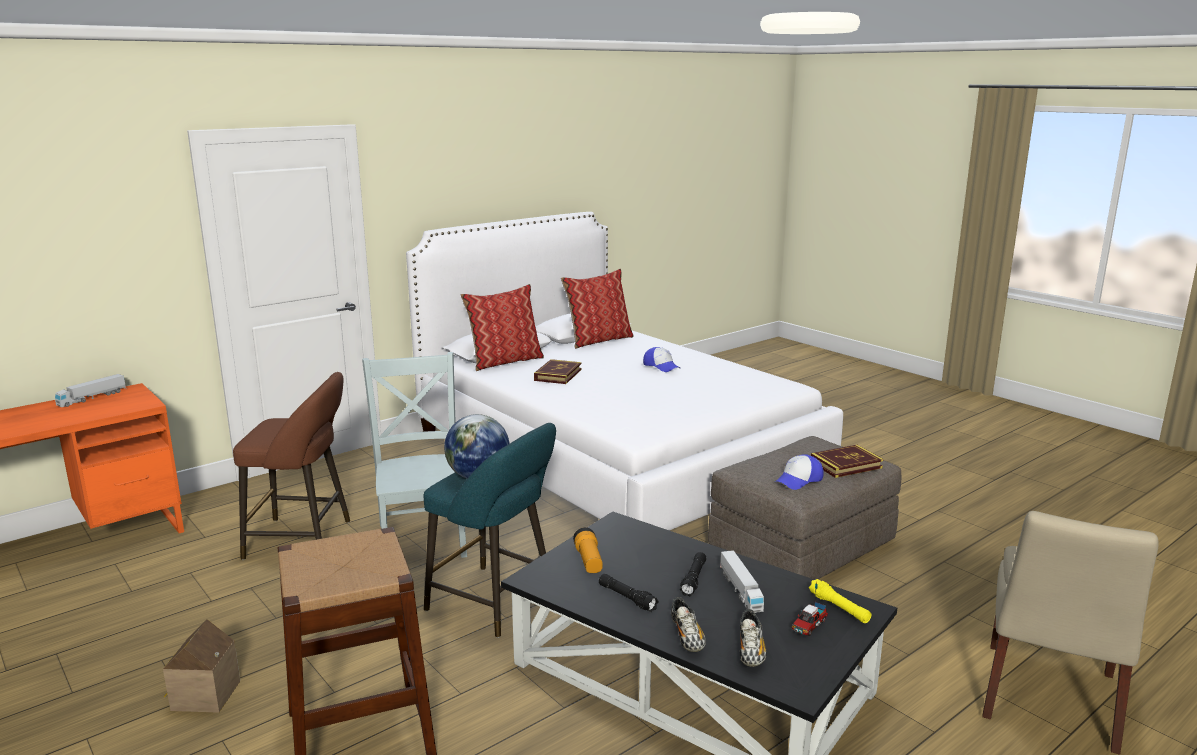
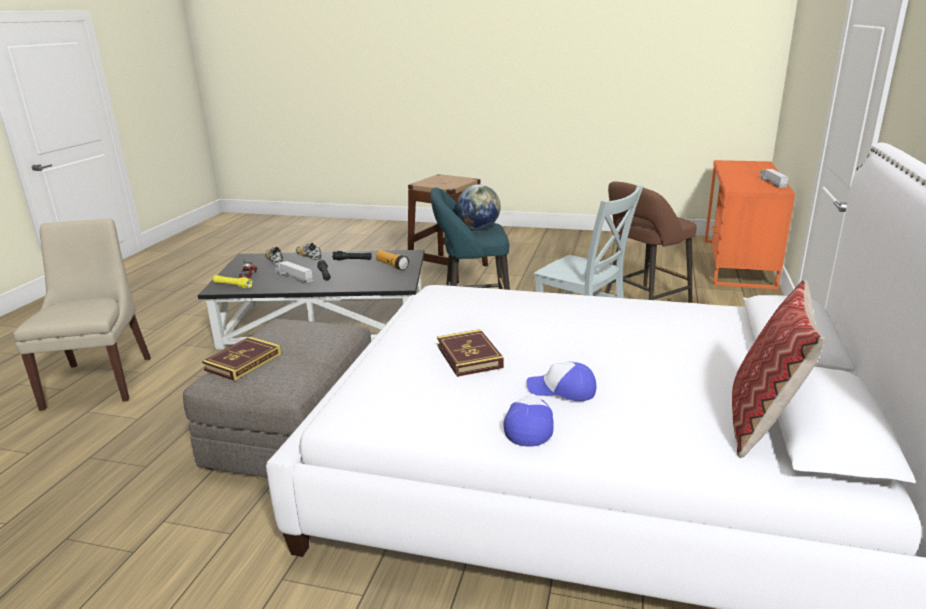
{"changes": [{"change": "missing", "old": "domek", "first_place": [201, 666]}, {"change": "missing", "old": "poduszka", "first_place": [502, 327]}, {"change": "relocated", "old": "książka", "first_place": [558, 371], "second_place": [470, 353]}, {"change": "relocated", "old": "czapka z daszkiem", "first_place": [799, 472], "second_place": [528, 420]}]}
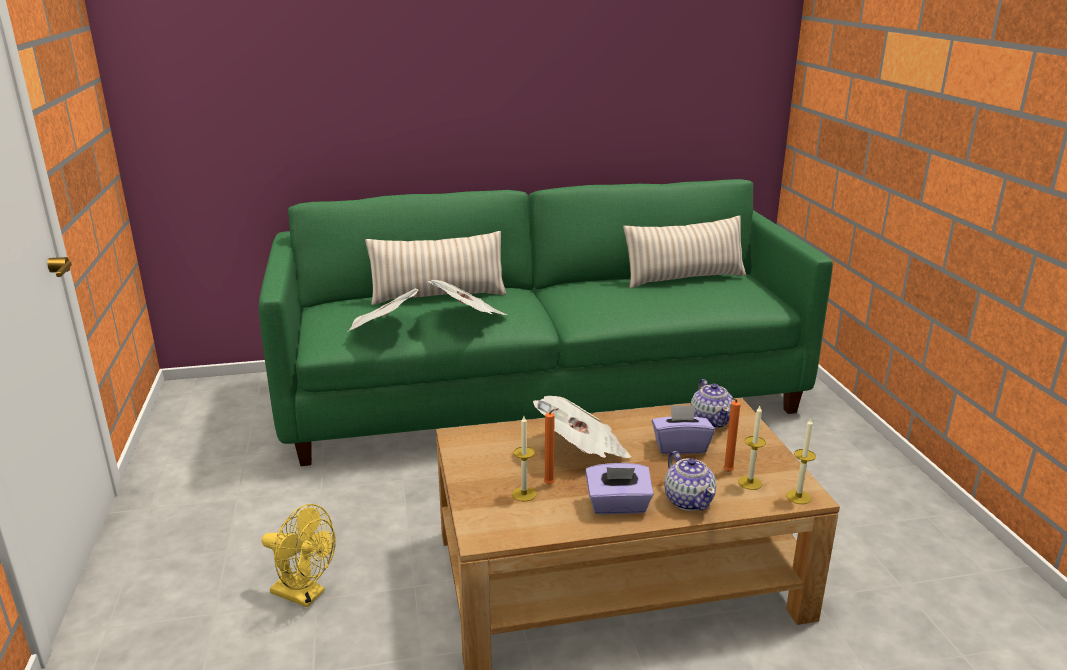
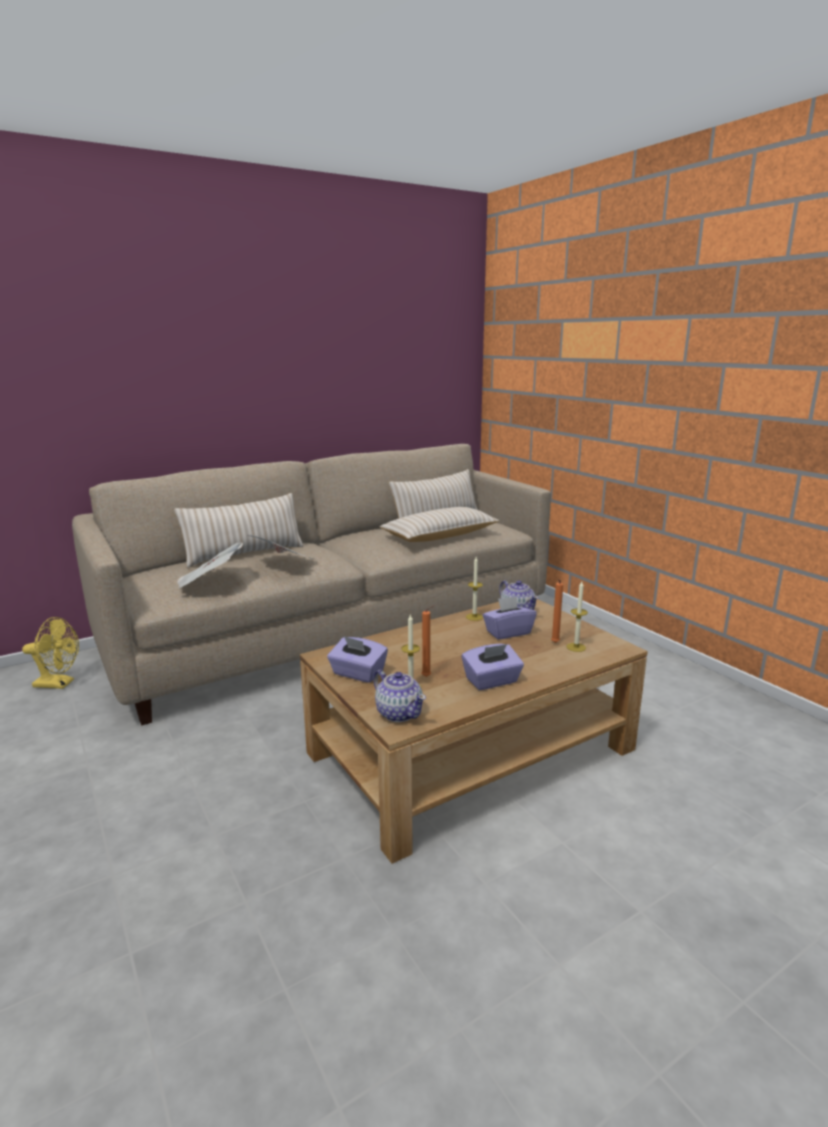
{"changes": [{"change": "missing", "old": "gazeta", "first_place": [582, 427]}, {"change": "appeared", "new": "pudełko chusteczek/fioletowy", "second_place": [357, 659]}, {"change": "appeared", "new": "poduszka/beżowy", "second_place": [439, 524]}, {"change": "relocated", "old": "wentylator/żółty", "first_place": [299, 555], "second_place": [50, 653]}, {"change": "relocated", "old": "imbryk", "first_place": [690, 481], "second_place": [399, 696]}, {"change": "relocated", "old": "świeca", "first_place": [801, 461], "second_place": [474, 589]}, {"change": "colour", "old": "kanapa/zielony", "new": "kanapa/beżowy", "first_place": [546, 322], "second_place": [311, 585]}]}
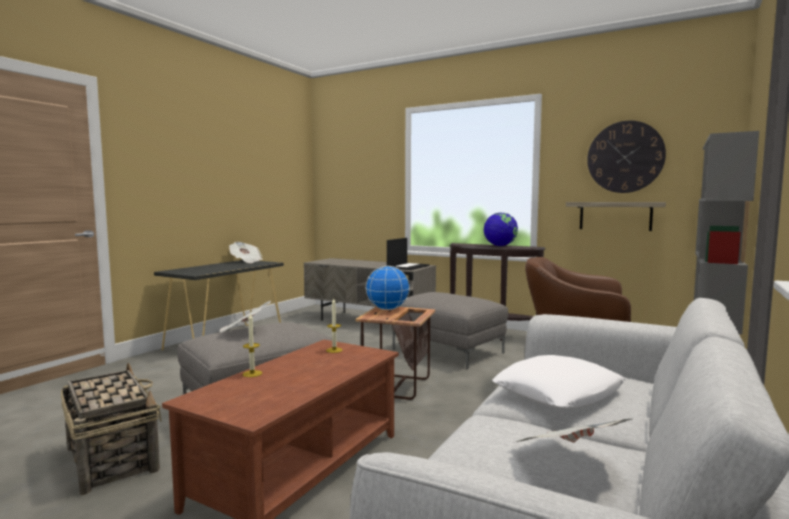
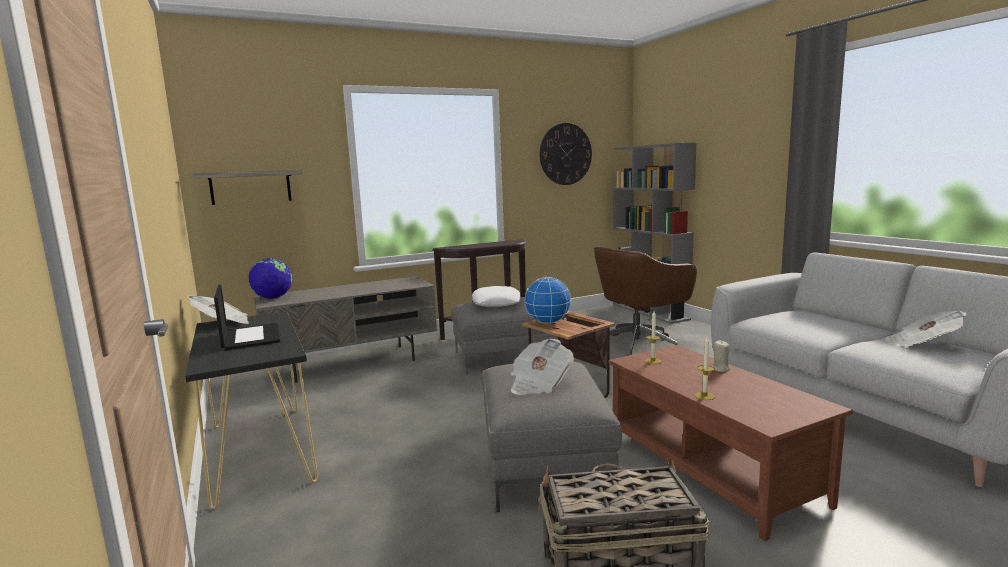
{"changes": [{"change": "appeared", "new": "świeca/beżowy", "second_place": [721, 356]}, {"change": "relocated", "old": "laptop", "first_place": [408, 254], "second_place": [247, 317]}, {"change": "relocated", "old": "globus", "first_place": [501, 229], "second_place": [270, 278]}, {"change": "relocated", "old": "poduszka/biały", "first_place": [559, 382], "second_place": [496, 296]}, {"change": "relocated", "old": "półka", "first_place": [616, 216], "second_place": [248, 187]}]}
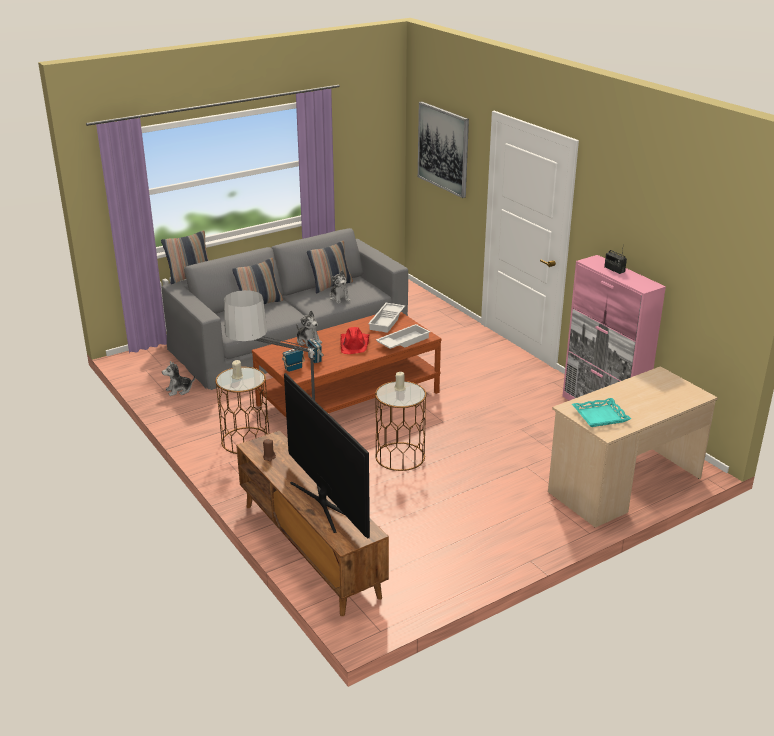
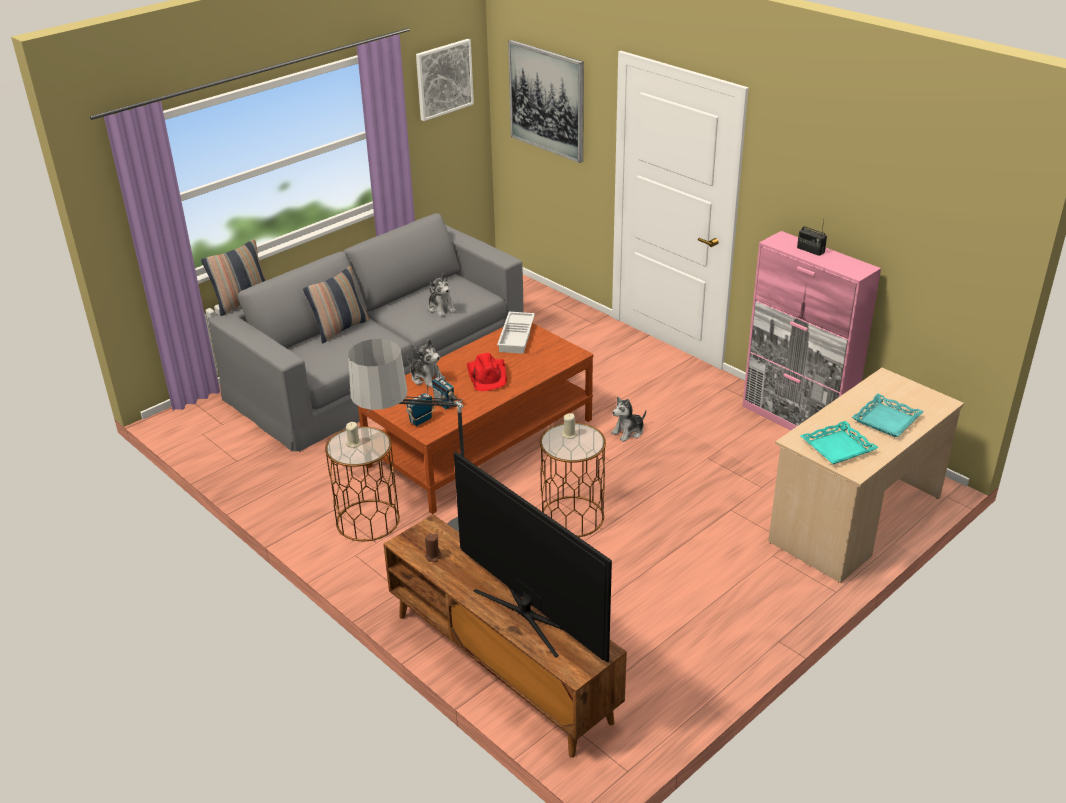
{"changes": [{"change": "missing", "old": "poduszka", "first_place": [330, 267]}, {"change": "missing", "old": "taca/biały", "first_place": [403, 336]}, {"change": "appeared", "new": "obraz", "second_place": [445, 80]}, {"change": "appeared", "new": "taca/turkusowy", "second_place": [888, 415]}, {"change": "relocated", "old": "pluszak", "first_place": [178, 378], "second_place": [628, 419]}]}
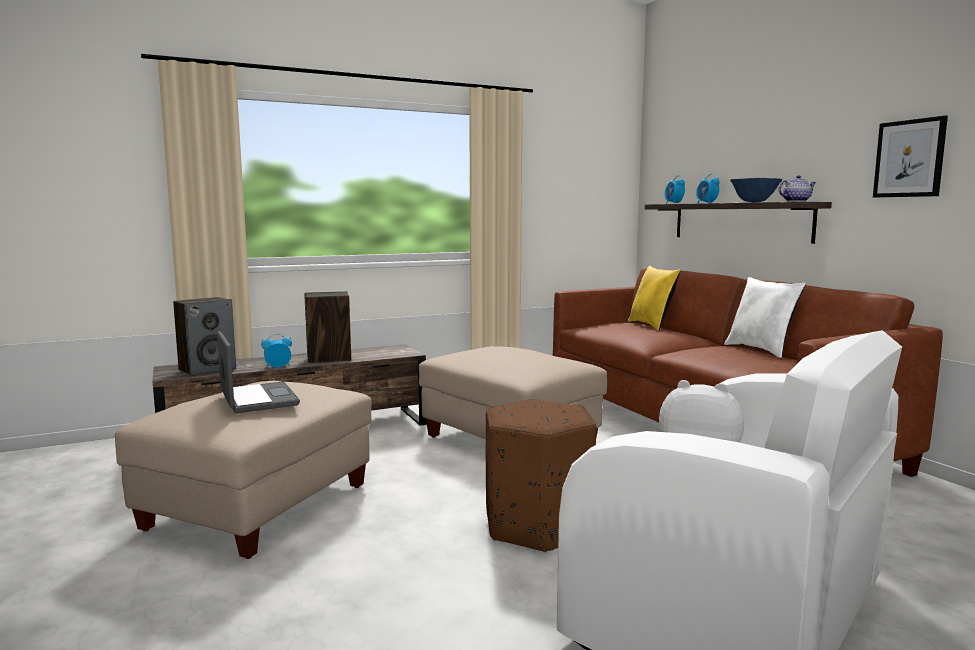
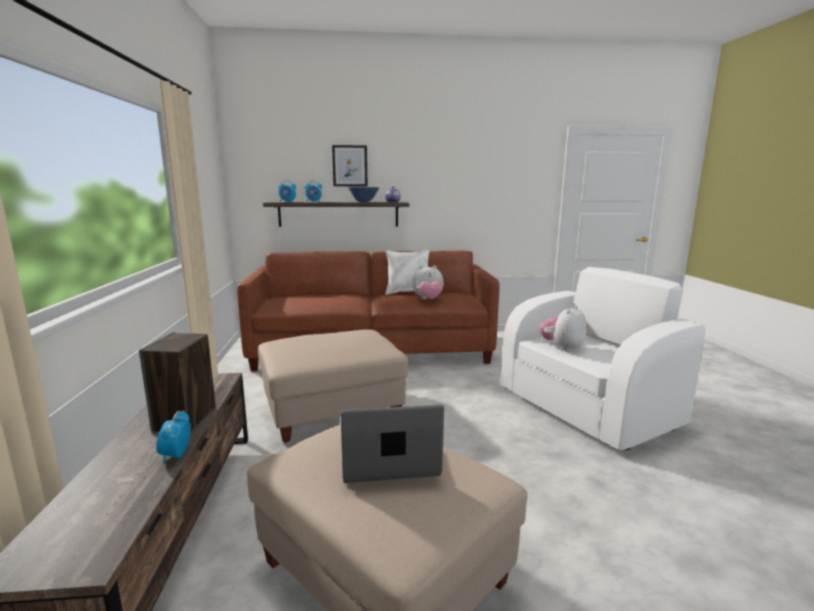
{"changes": [{"change": "missing", "old": "głośnik", "first_place": [204, 336]}, {"change": "missing", "old": "pufa/brązowy", "first_place": [541, 476]}, {"change": "missing", "old": "poduszka/żółty", "first_place": [654, 298]}, {"change": "appeared", "new": "pluszak", "second_place": [428, 282]}, {"change": "relocated", "old": "obraz", "first_place": [910, 157], "second_place": [350, 165]}]}
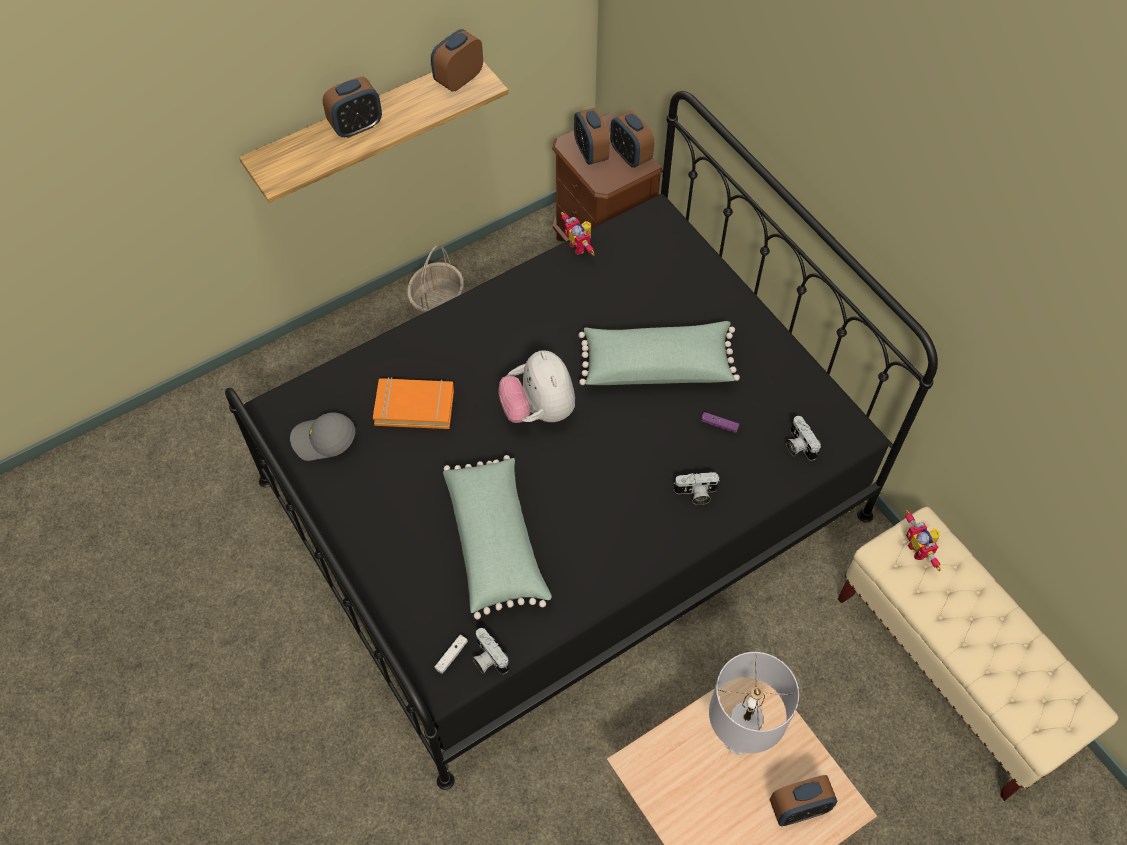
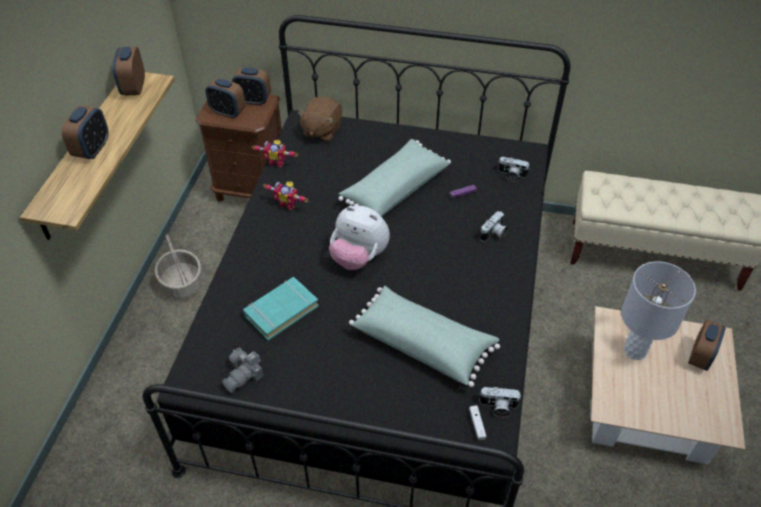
{"changes": [{"change": "appeared", "new": "pluszak/brązowy", "second_place": [320, 119]}, {"change": "relocated", "old": "robot zabawkowy", "first_place": [923, 541], "second_place": [285, 196]}, {"change": "exchanged", "old": "czapka z daszkiem/szary", "new": "aparat fotograficzny", "first_place": [322, 436], "second_place": [243, 370]}, {"change": "colour", "old": "książka/pomarańczowy", "new": "książka/turkusowy", "first_place": [413, 403], "second_place": [281, 309]}]}
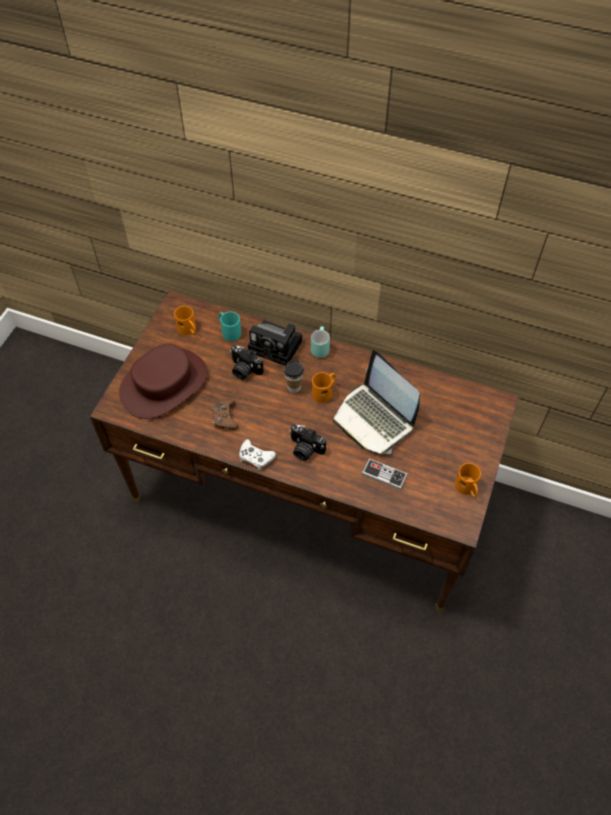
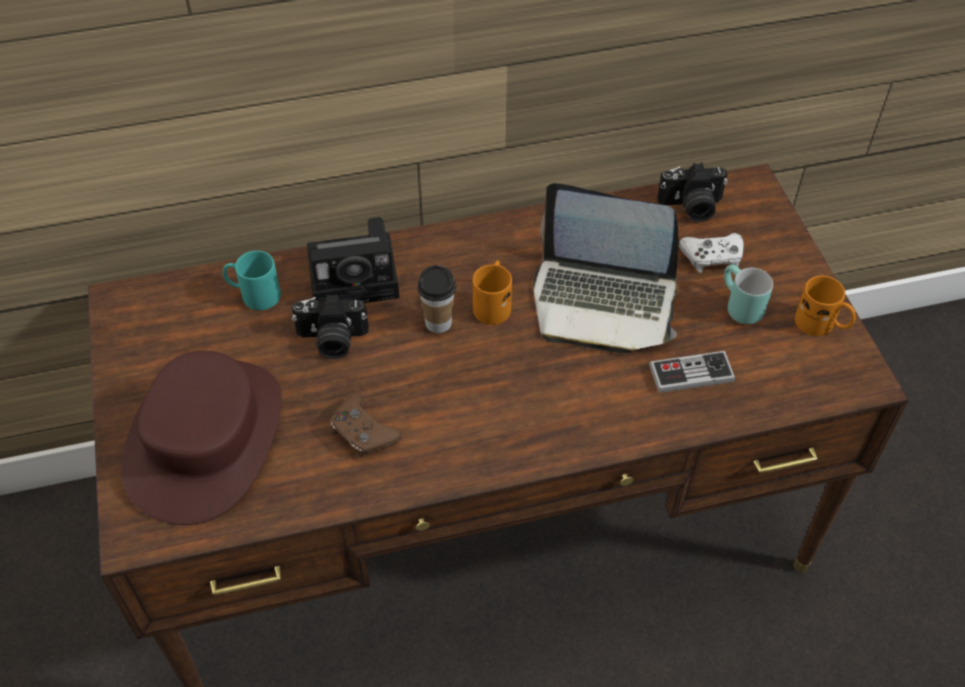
{"changes": [{"change": "missing", "old": "kubek/pomarańczowy", "first_place": [185, 320]}, {"change": "relocated", "old": "pad do gier/biały", "first_place": [257, 454], "second_place": [711, 253]}, {"change": "relocated", "old": "aparat fotograficzny", "first_place": [307, 442], "second_place": [692, 192]}, {"change": "relocated", "old": "kubek/turkusowy", "first_place": [320, 342], "second_place": [748, 295]}]}
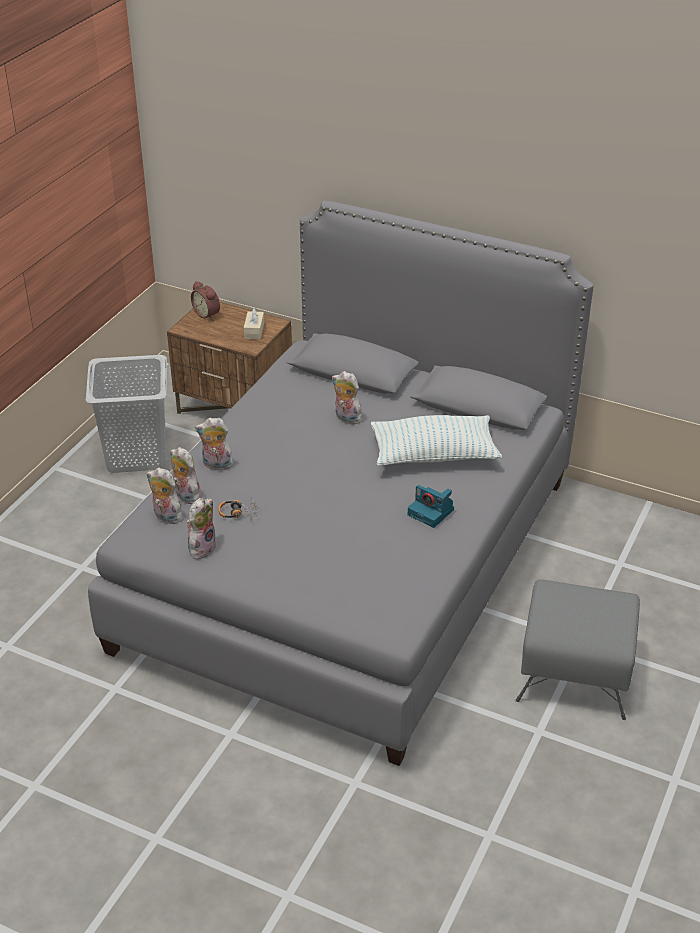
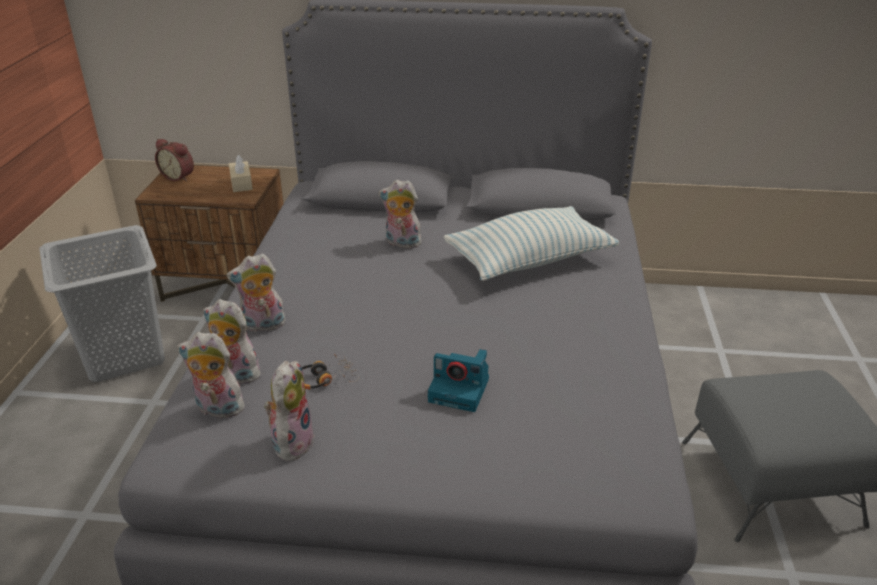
{"changes": [{"change": "relocated", "old": "aparat fotograficzny", "first_place": [431, 506], "second_place": [458, 380]}]}
